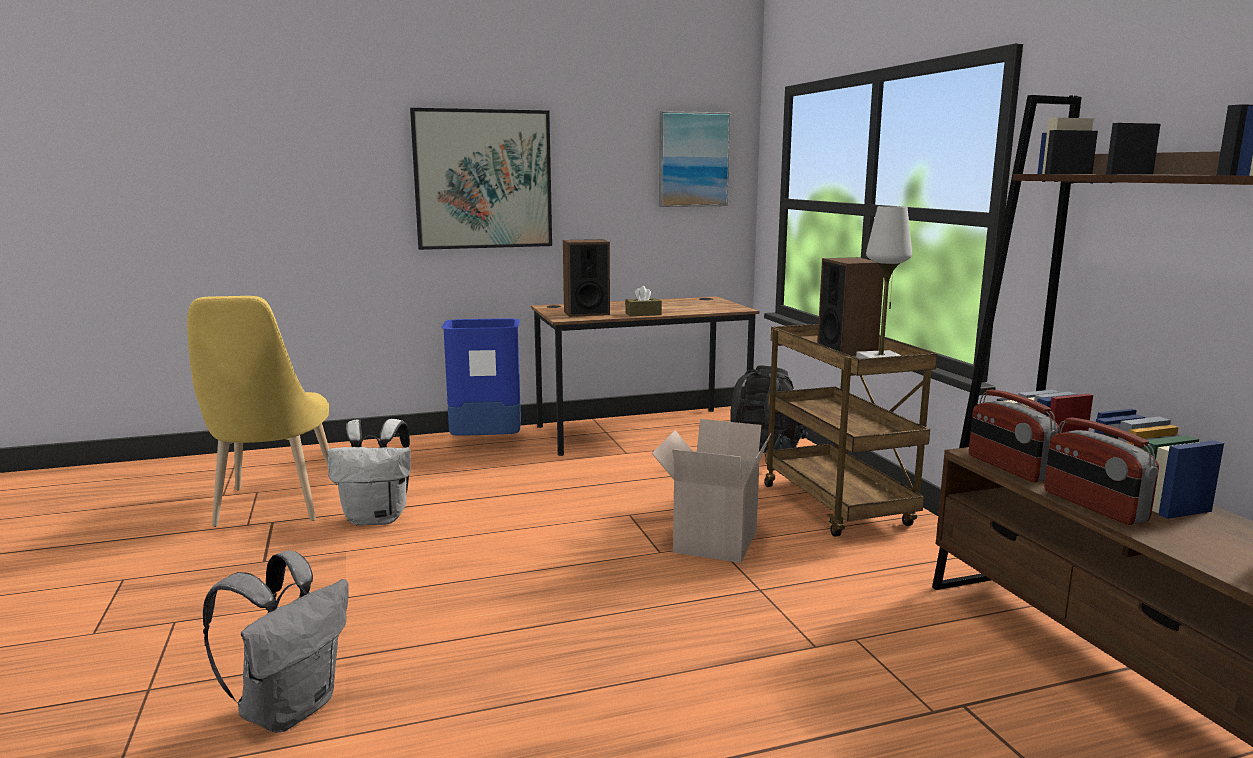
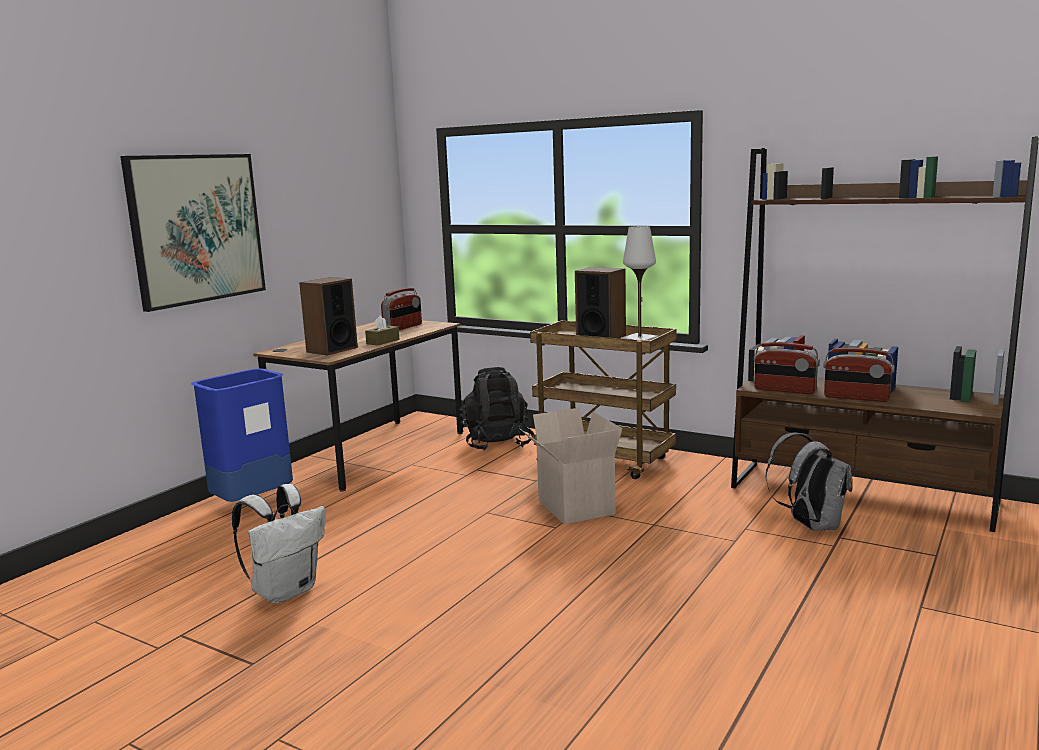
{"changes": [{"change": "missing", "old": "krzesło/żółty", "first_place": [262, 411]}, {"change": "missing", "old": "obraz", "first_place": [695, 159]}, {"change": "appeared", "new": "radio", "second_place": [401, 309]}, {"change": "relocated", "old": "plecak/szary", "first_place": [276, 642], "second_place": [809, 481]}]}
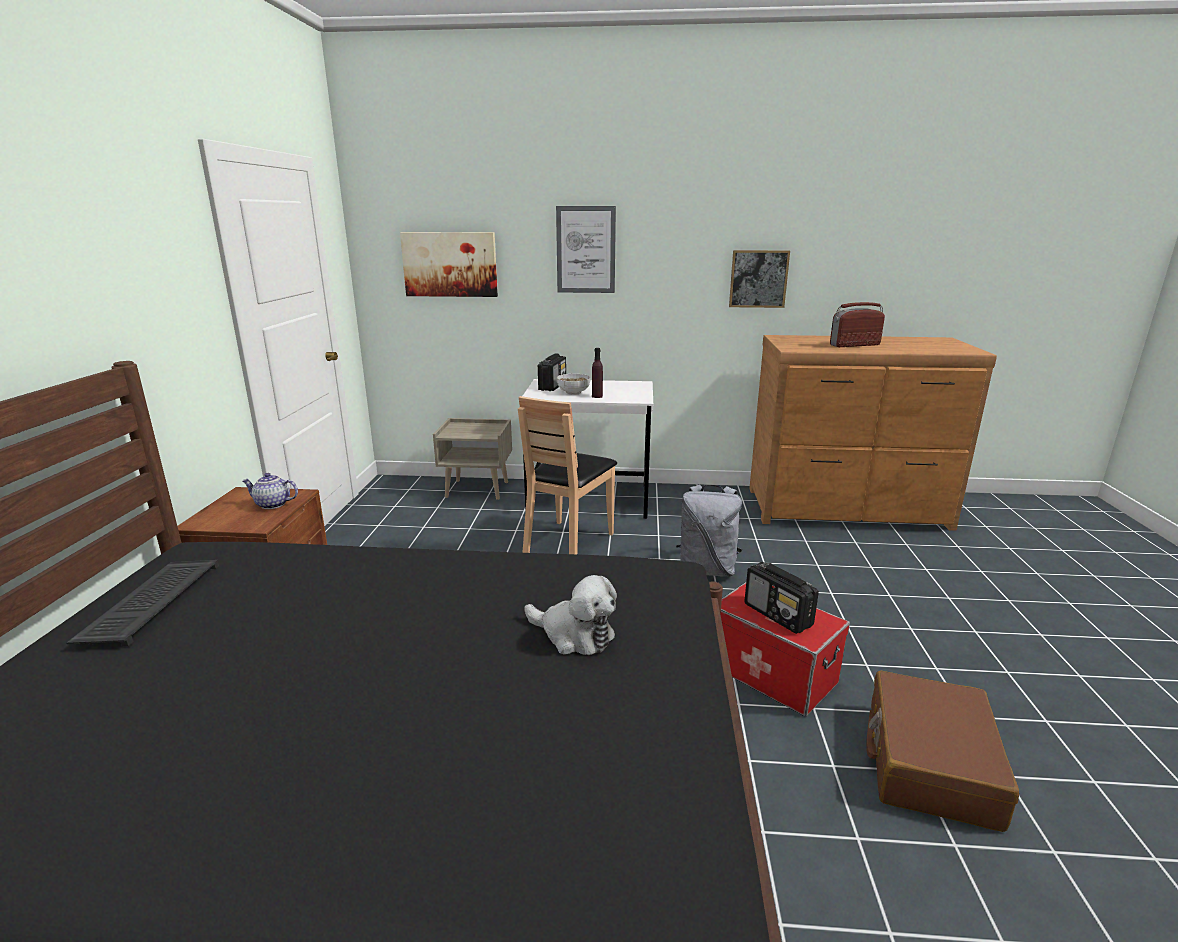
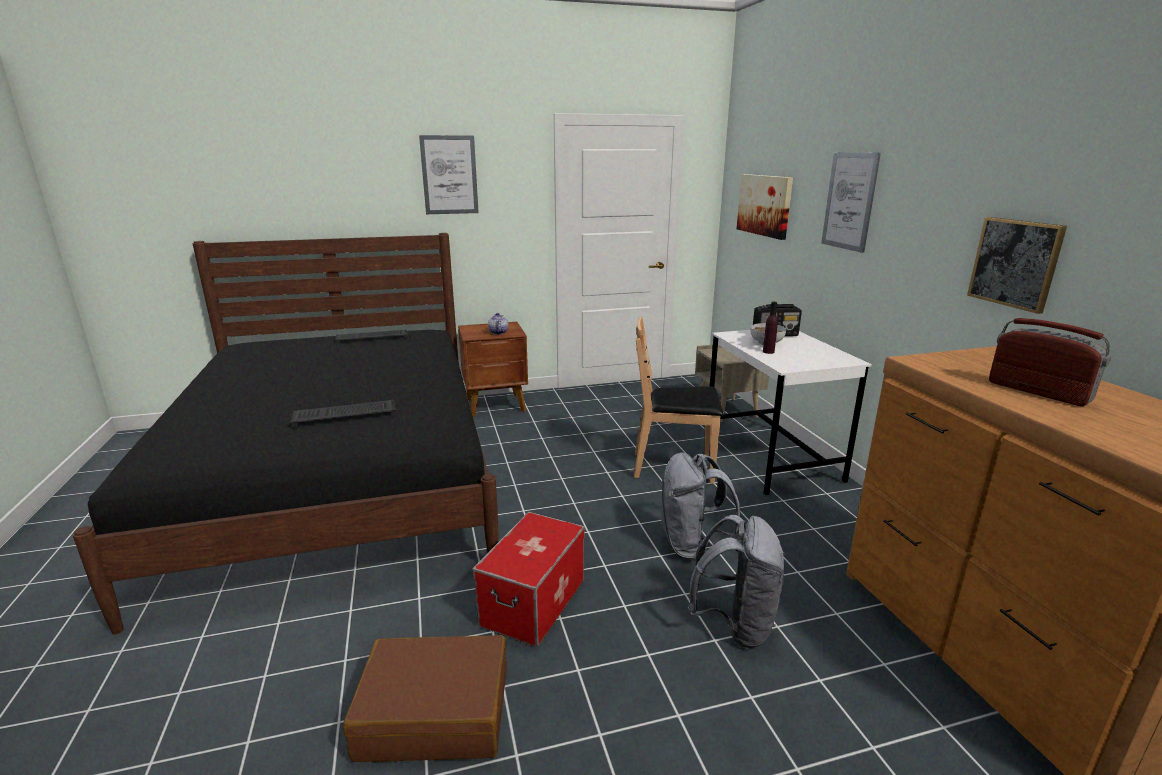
{"changes": [{"change": "missing", "old": "radio", "first_place": [781, 598]}, {"change": "appeared", "new": "obraz", "second_place": [449, 174]}, {"change": "appeared", "new": "plecak/szary", "second_place": [737, 581]}, {"change": "exchanged", "old": "pluszak", "new": "klawiatura", "first_place": [570, 615], "second_place": [343, 413]}]}
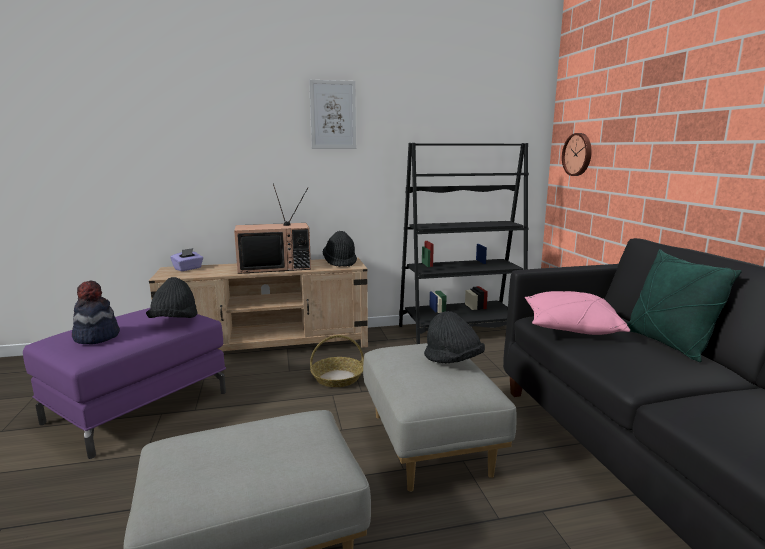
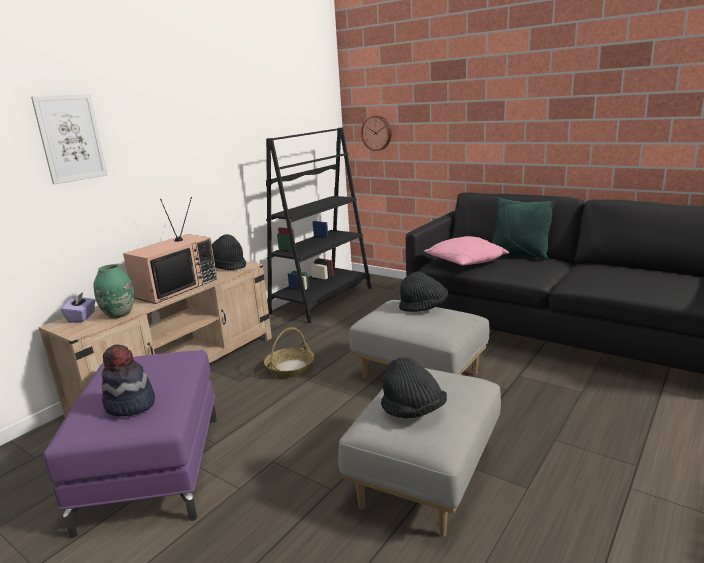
{"changes": [{"change": "appeared", "new": "wazon/zielony", "second_place": [114, 291]}, {"change": "relocated", "old": "kapelusz/czarny", "first_place": [172, 297], "second_place": [414, 387]}, {"change": "relocated", "old": "obraz", "first_place": [332, 114], "second_place": [69, 139]}]}
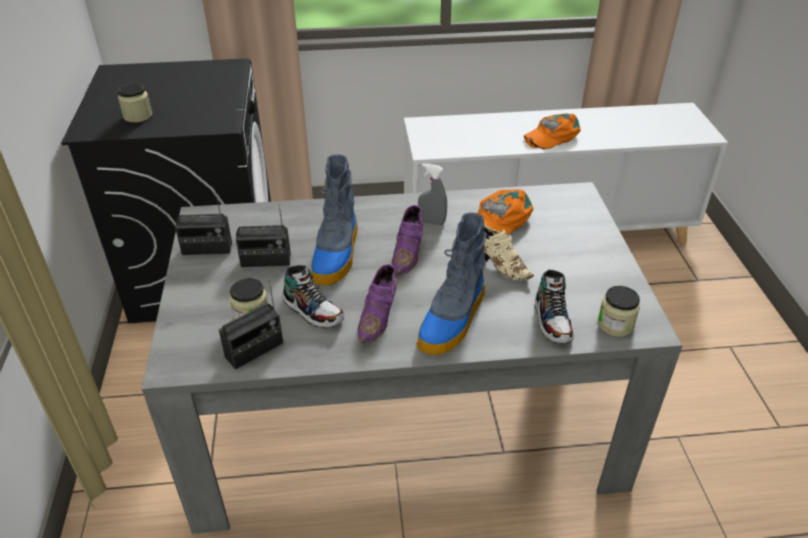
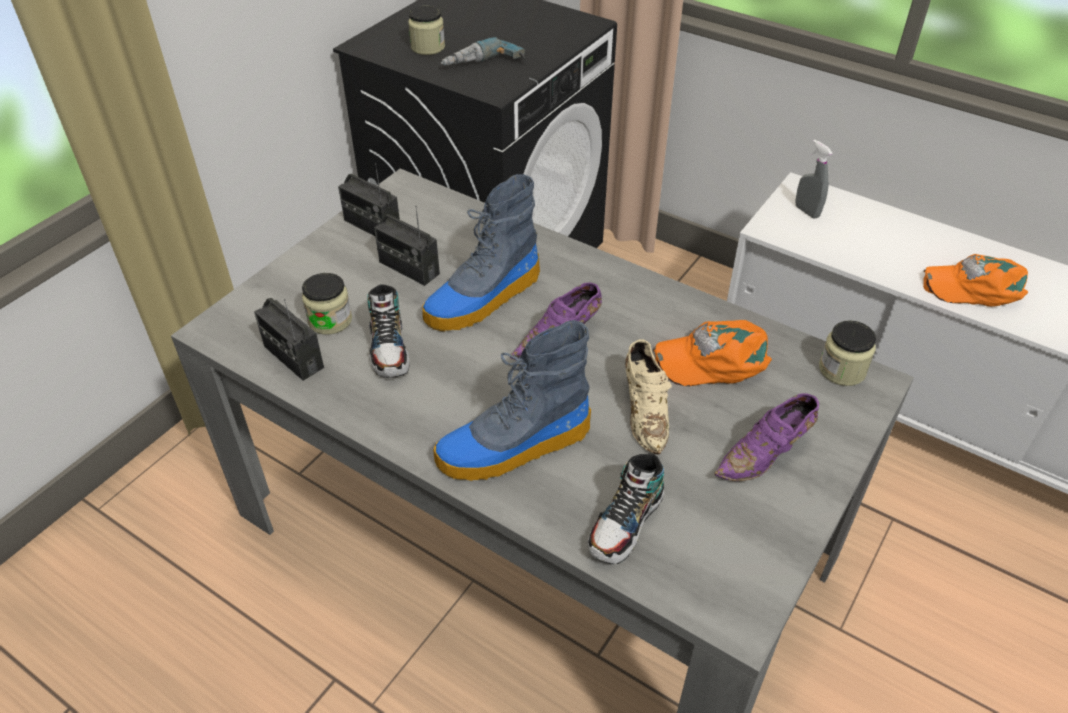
{"changes": [{"change": "appeared", "new": "wiertarka", "second_place": [483, 51]}, {"change": "relocated", "old": "but/fioletowy", "first_place": [377, 303], "second_place": [767, 437]}, {"change": "relocated", "old": "spryskiwacz/szary", "first_place": [432, 194], "second_place": [814, 179]}, {"change": "relocated", "old": "słoik", "first_place": [619, 311], "second_place": [847, 353]}, {"change": "spun", "old": "radio", "first_place": [251, 324], "second_place": [289, 339], "degrees": 45}]}
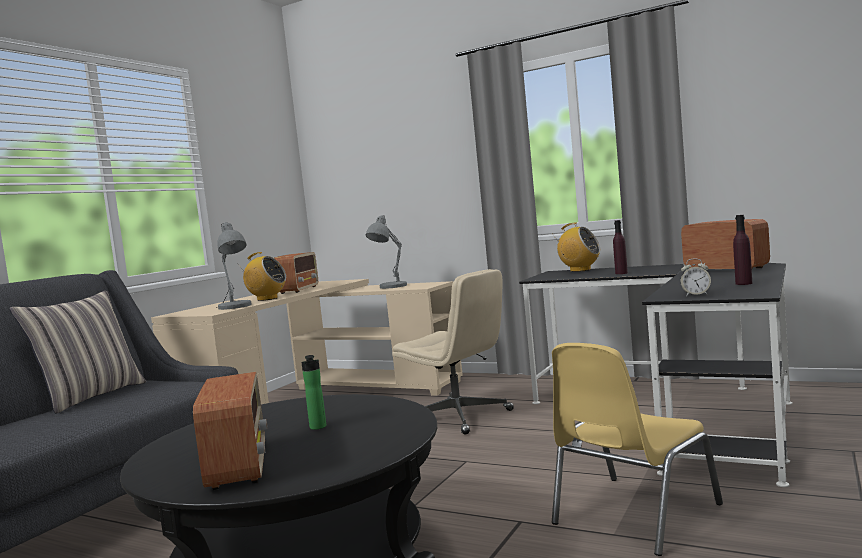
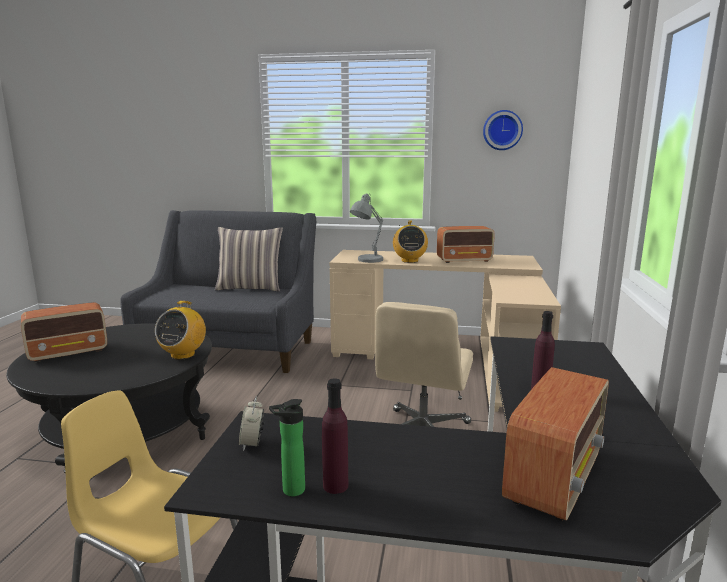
{"changes": [{"change": "missing", "old": "lampa stołowa/szary", "first_place": [386, 252]}, {"change": "appeared", "new": "zegar ścienny", "second_place": [503, 130]}, {"change": "relocated", "old": "butelka", "first_place": [313, 392], "second_place": [287, 448]}, {"change": "relocated", "old": "radio", "first_place": [576, 247], "second_place": [180, 330]}]}
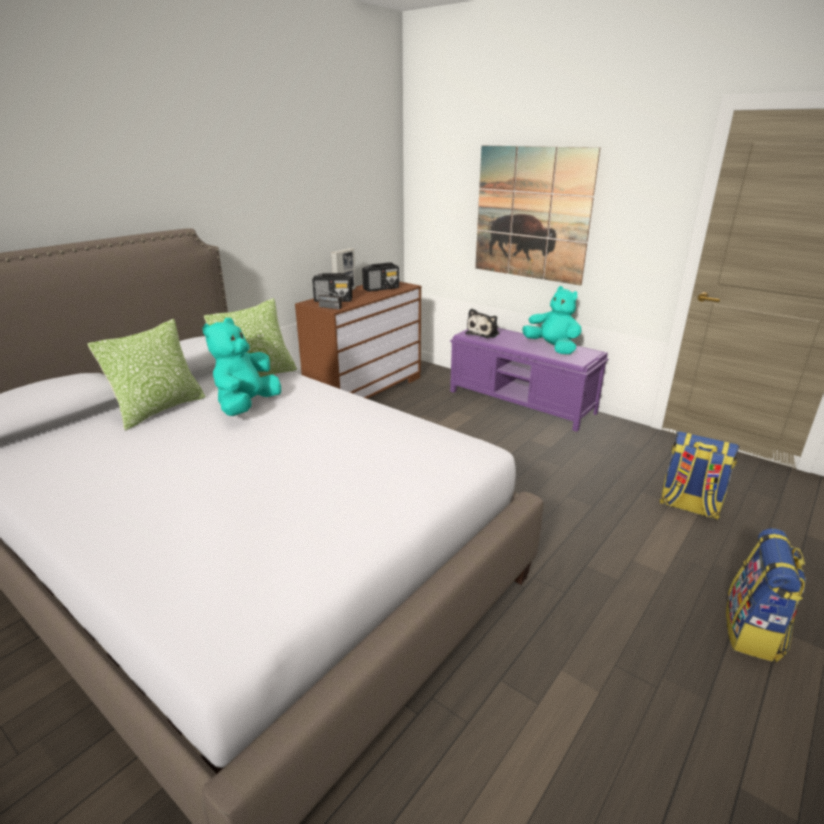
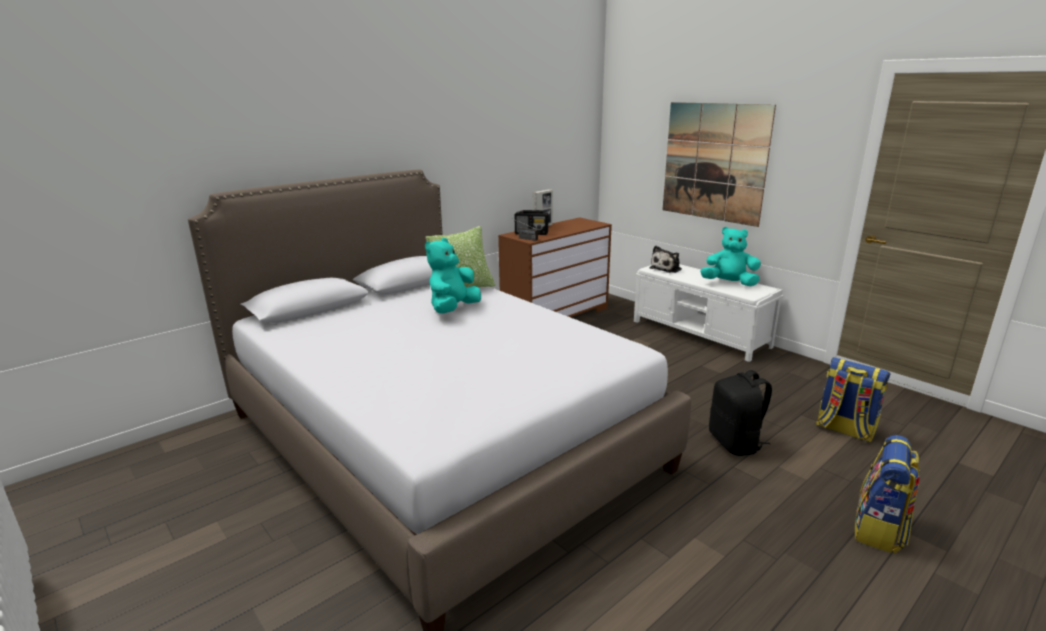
{"changes": [{"change": "missing", "old": "poduszka", "first_place": [146, 375]}, {"change": "missing", "old": "radio", "first_place": [380, 277]}, {"change": "appeared", "new": "plecak/czarny", "second_place": [740, 413]}, {"change": "colour", "old": "ławka/fioletowy", "new": "ławka/biały", "first_place": [529, 380], "second_place": [709, 313]}, {"change": "spun", "old": "pluszak/turkusowy", "first_place": [551, 320], "second_place": [730, 256], "degrees": -45}]}
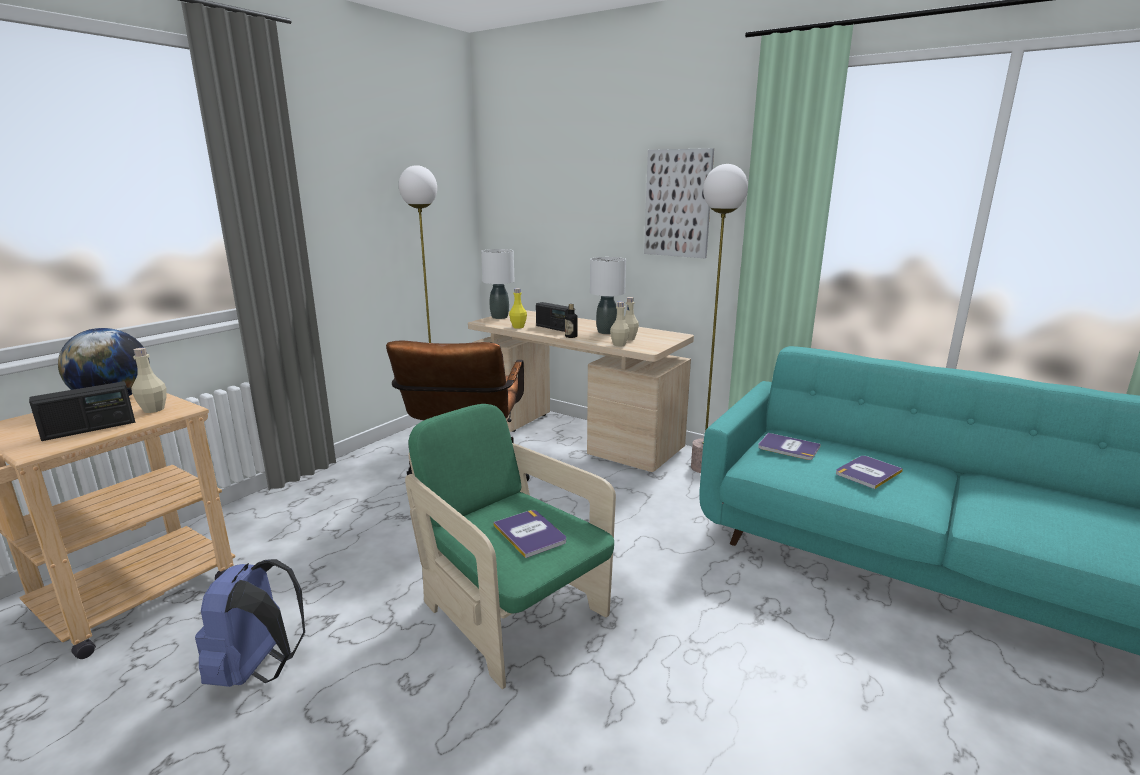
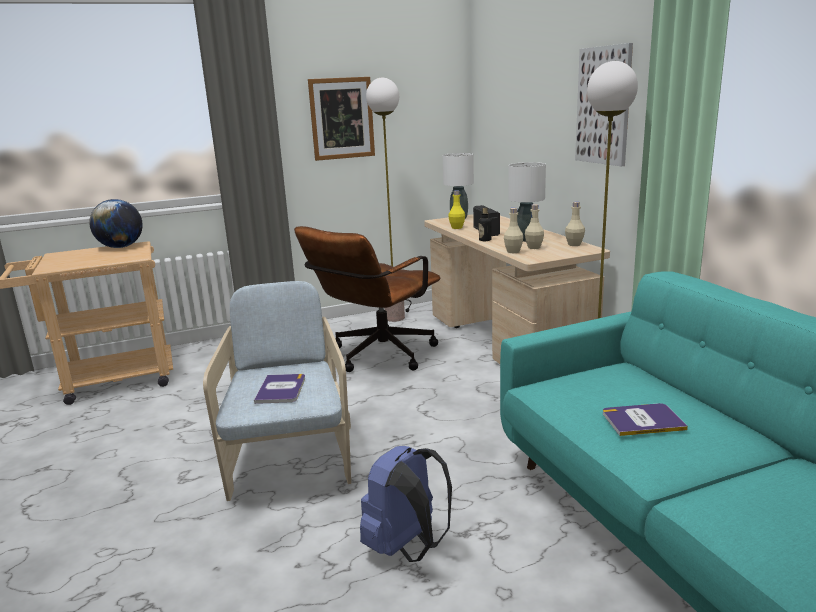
{"changes": [{"change": "missing", "old": "radio", "first_place": [82, 411]}, {"change": "missing", "old": "książka", "first_place": [789, 446]}, {"change": "appeared", "new": "obraz", "second_place": [341, 119]}, {"change": "relocated", "old": "butelka/beżowy", "first_place": [149, 380], "second_place": [575, 224]}, {"change": "relocated", "old": "plecak/niebieski", "first_place": [250, 623], "second_place": [406, 504]}, {"change": "colour", "old": "fotel/zielony", "new": "fotel/beżowy", "first_place": [510, 546], "second_place": [277, 391]}]}
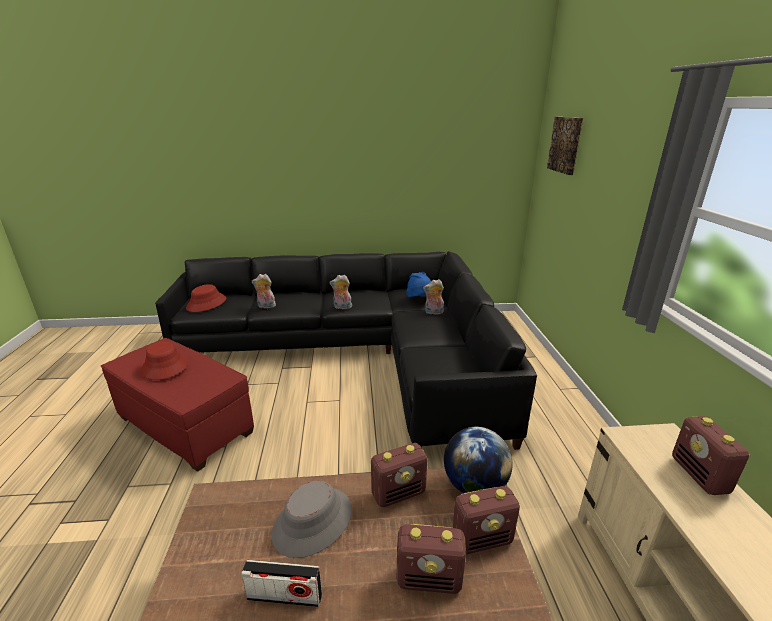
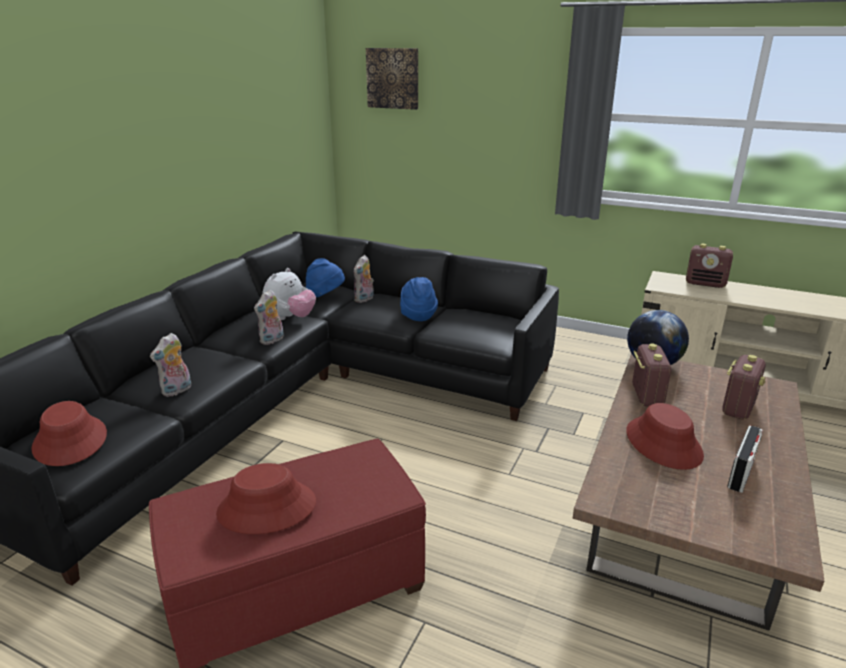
{"changes": [{"change": "missing", "old": "radio", "first_place": [486, 520]}, {"change": "appeared", "new": "pluszak", "second_place": [289, 294]}, {"change": "appeared", "new": "kapelusz/niebieski", "second_place": [419, 299]}, {"change": "colour", "old": "kapelusz/szary", "new": "kapelusz/czerwony", "first_place": [312, 519], "second_place": [665, 436]}]}
